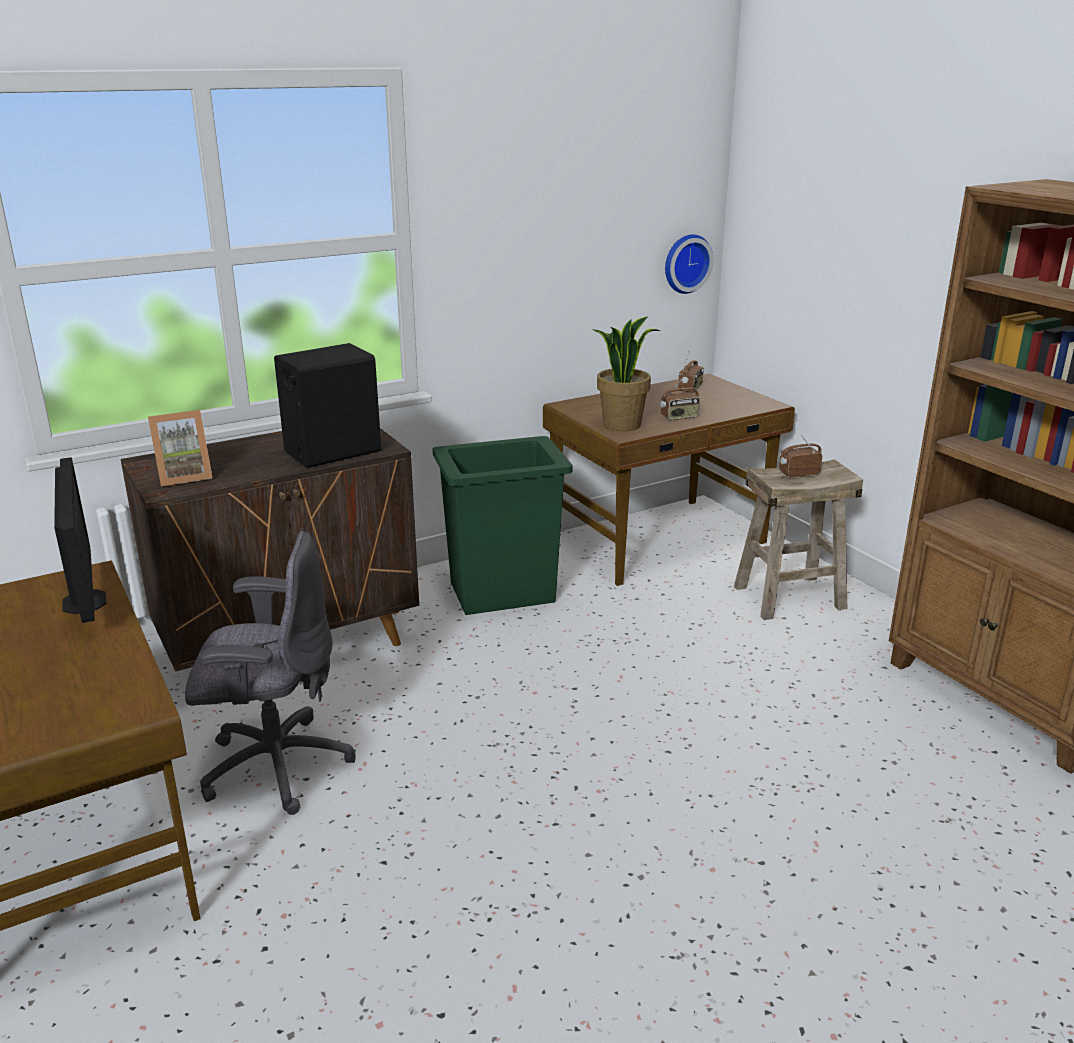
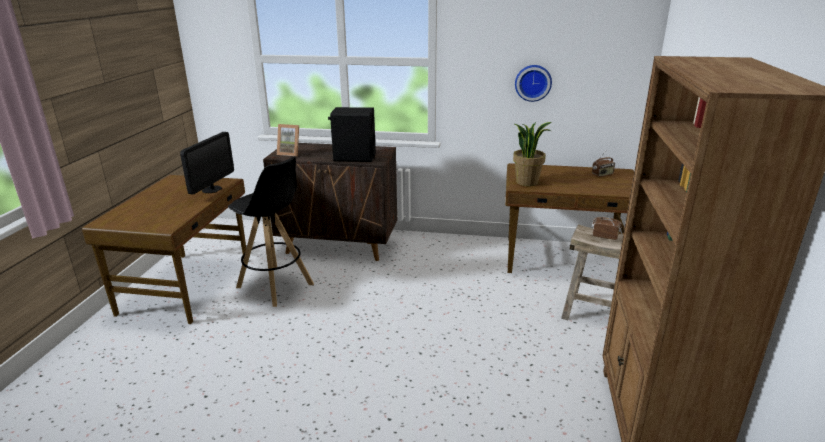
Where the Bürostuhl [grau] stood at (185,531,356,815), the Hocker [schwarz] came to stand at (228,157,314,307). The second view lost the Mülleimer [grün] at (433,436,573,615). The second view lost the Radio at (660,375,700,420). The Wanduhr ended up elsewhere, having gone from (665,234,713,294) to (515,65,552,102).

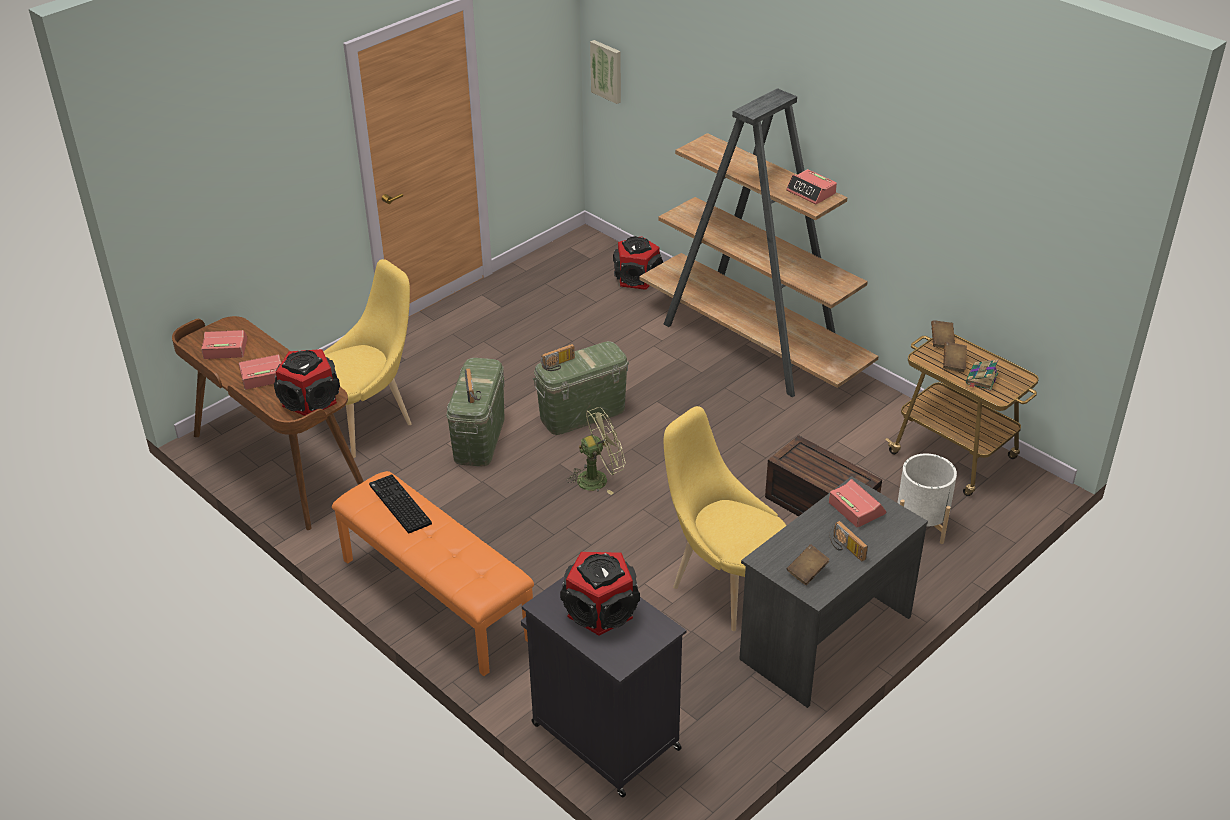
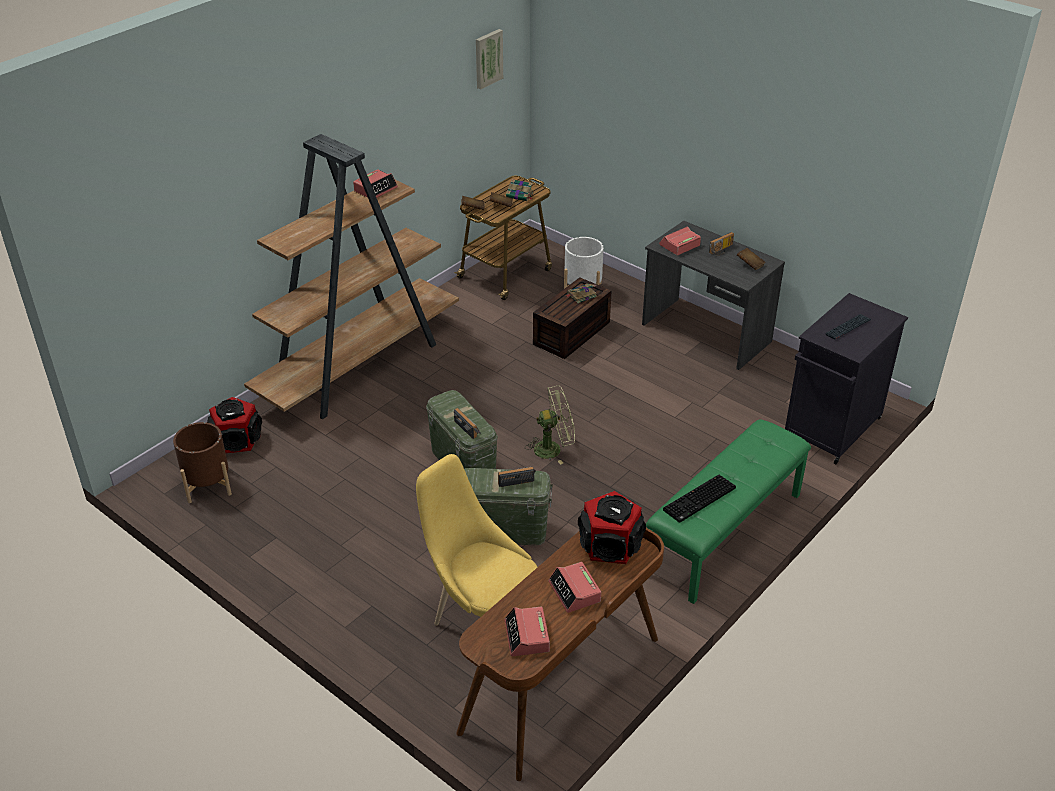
What was the Bank [orange] at (332,471,534,676) turned into the Bank [grün] at (646,419,811,604). Where the Lautsprecher stood at (560,552,640,636), the Tastatur came to stand at (825,314,871,339). The Ventilator [grün] at (566,407,626,495) ended up facing another way, 105 degrees clockwise from before. The Bild ended up elsewhere, having gone from (590,40,621,104) to (476,29,503,89). The second view lost the Stuhl [gelb] at (664,406,786,631). The second view gained the Pflanzkübel [braun] at (173,422,232,503). The second view gained the Buch at (566,284,597,304).

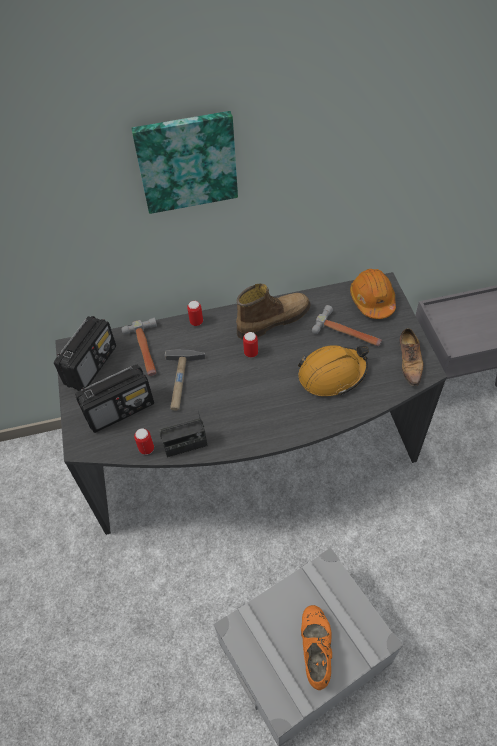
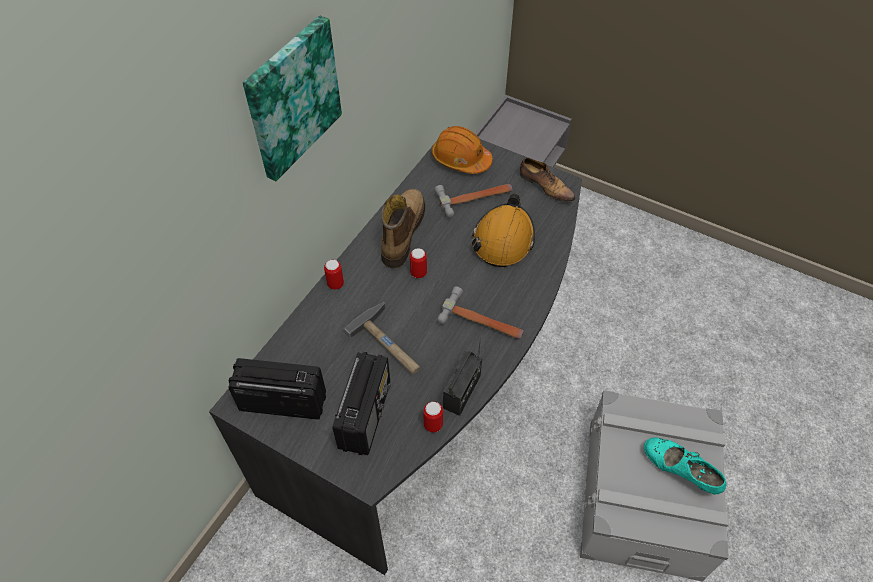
The Radio at (54,316,116,391) ended up facing another way, 60 degrees counterclockwise from before. The Hammer ended up elsewhere, having gone from (122,318,157,376) to (437,286,524,339). What was the Schuh [orange] at (301,605,332,690) turned into the Schuh [türkis] at (644,438,726,494).

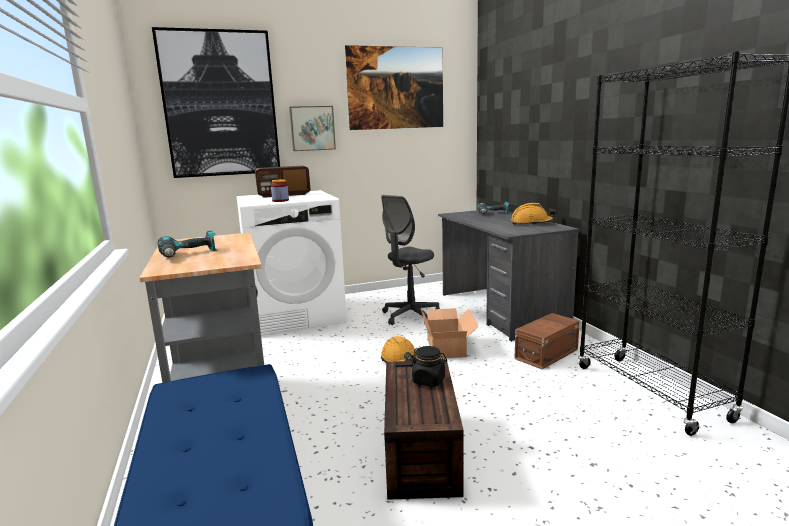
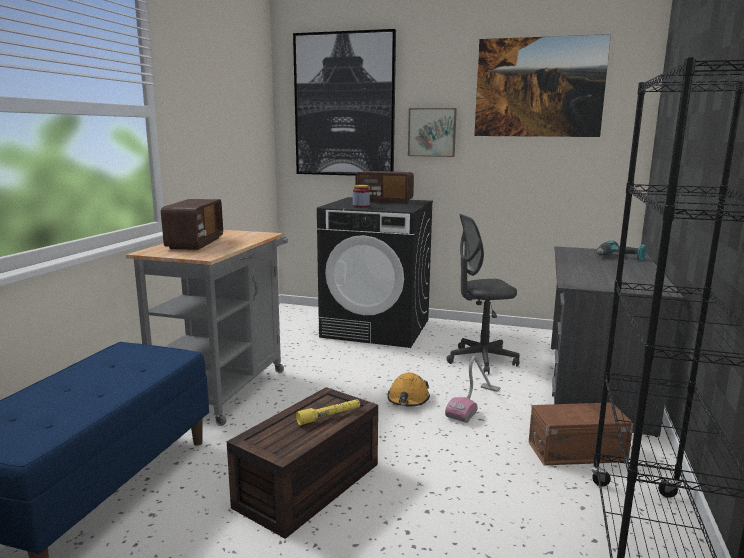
Where the Bohrmaschine stood at (158,231,218,258), the Radio came to stand at (161,199,223,250). What was the Waschmaschine [weiß] at (236,190,347,336) turned into the Waschmaschine [schwarz] at (317,197,433,348). Where the Vorratsglas [schwarz] stood at (411,346,447,387), the Taschenlampe [gelb] came to stand at (296,399,360,425). Where the Karton stood at (421,308,479,358), the Staubsauger came to stand at (445,356,500,423). The second view lost the Schutzhelm [orange] at (511,203,556,225).

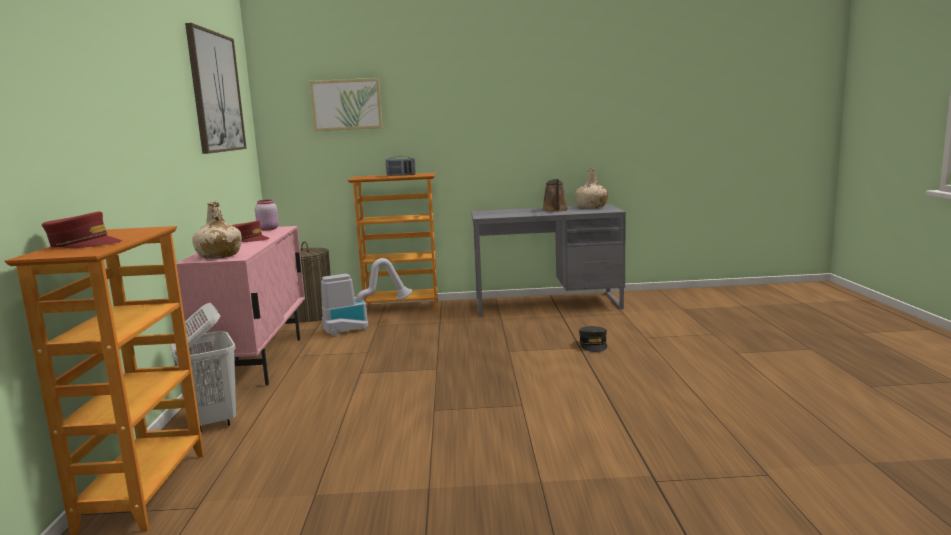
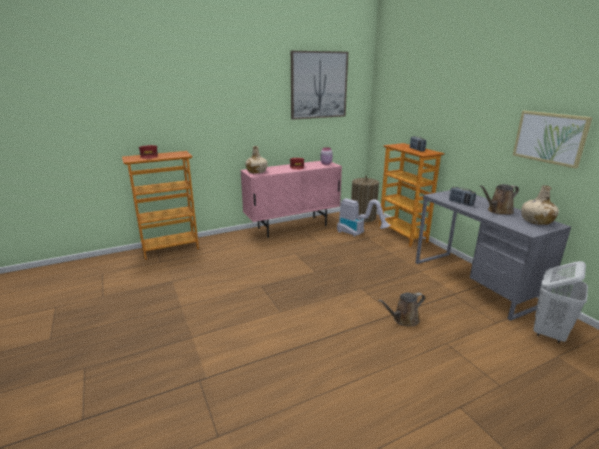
The Wäschekorb [weiß] ended up elsewhere, having gone from (170,303,236,432) to (533,261,588,343). The Bild ended up elsewhere, having gone from (309,78,383,131) to (513,111,593,169). Where the Kappe [grau] stood at (579,326,607,352), the Gießkanne [braun] came to stand at (378,292,425,326). The second view gained the Radio at (449,187,476,206).

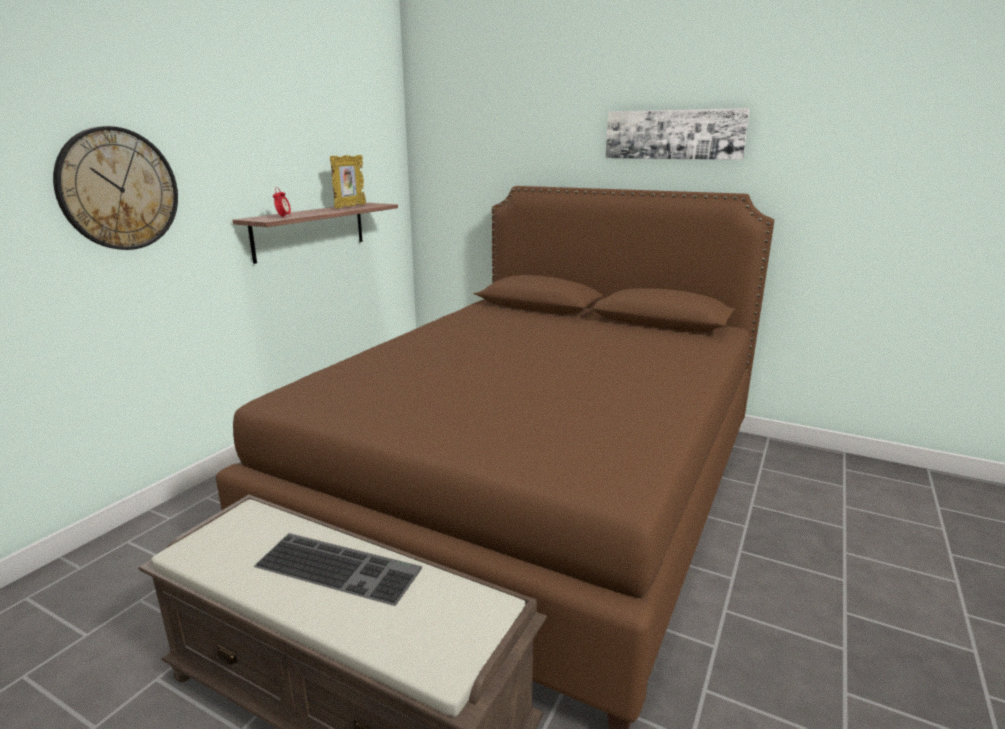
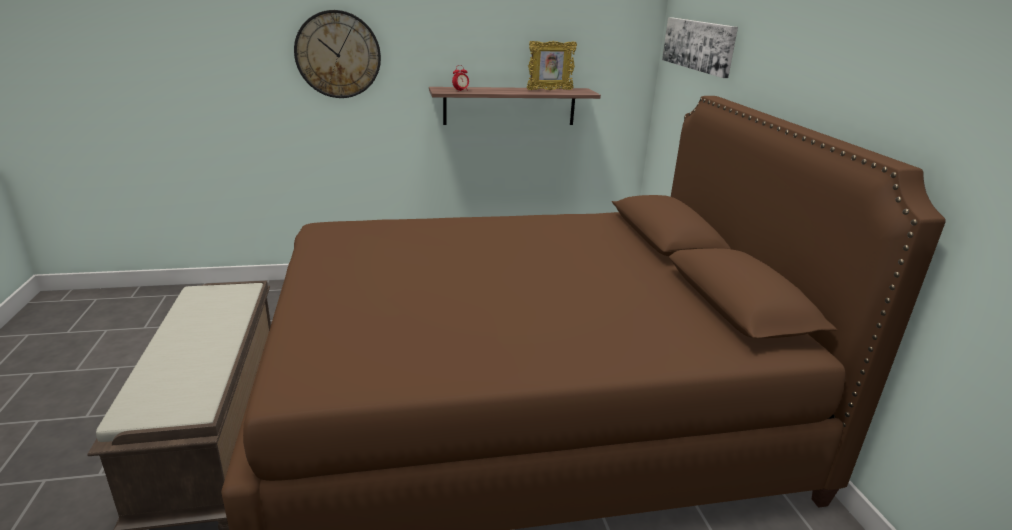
The second view lost the Tastatur at (253,533,422,606). The Bild ended up elsewhere, having gone from (606,108,750,160) to (662,17,738,78).

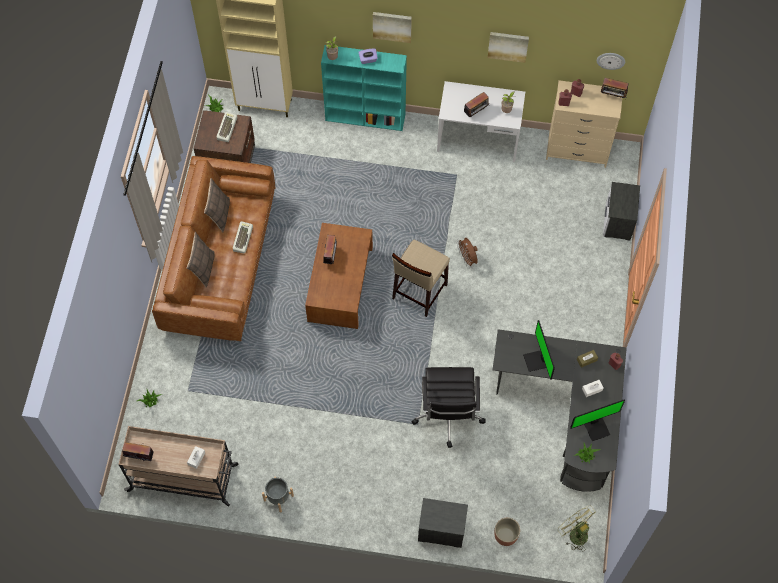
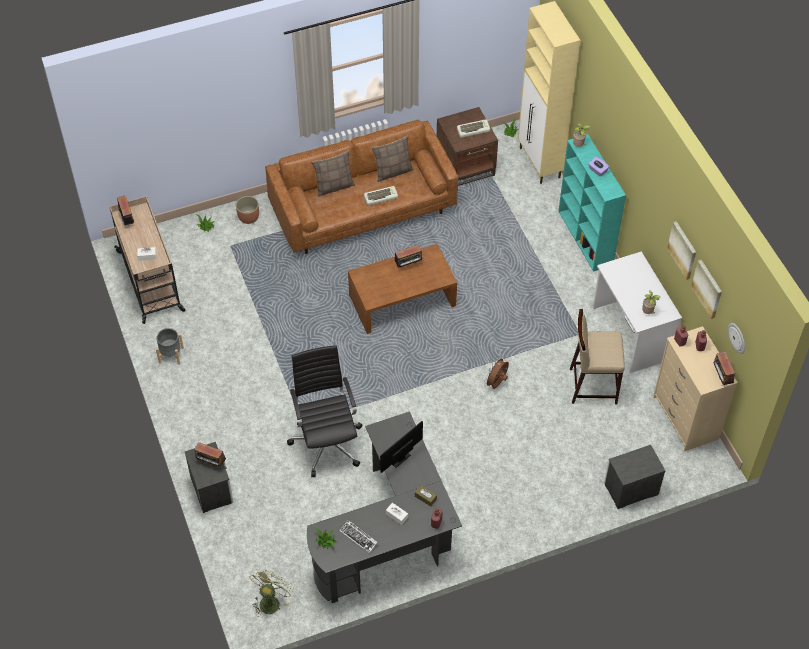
The Bild ended up elsewhere, having gone from (373,12,412,43) to (691,260,722,319). The Hocker [beige] ended up elsewhere, having gone from (392,239,450,317) to (570,309,625,404). The Bürostuhl [schwarz] at (412,367,486,448) ended up facing another way, 105 degrees clockwise from before. The Radio ended up elsewhere, having gone from (464,92,490,117) to (194,442,226,469). The Pflanzkübel ended up elsewhere, having gone from (494,518,520,546) to (236,196,259,224). Where the Monitor stood at (570,399,625,441), the Tastatur came to stand at (340,520,378,553).

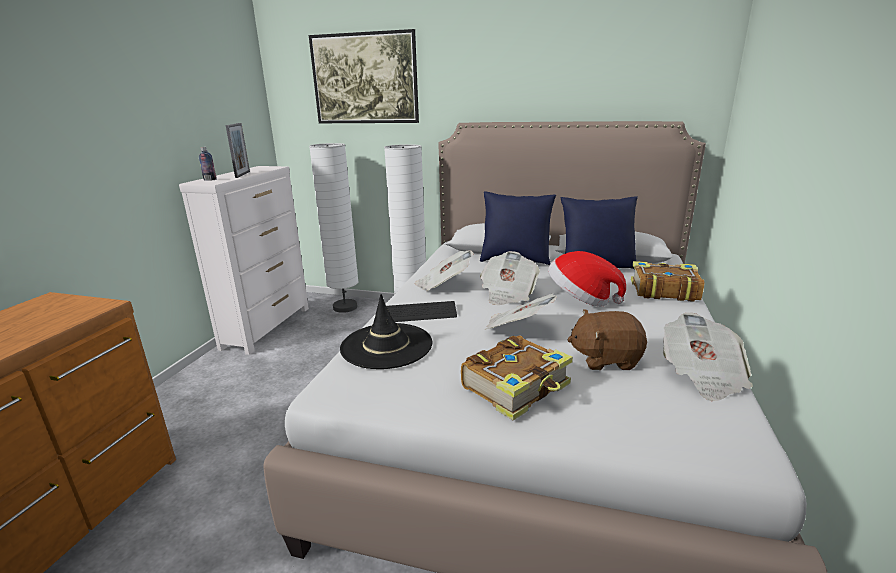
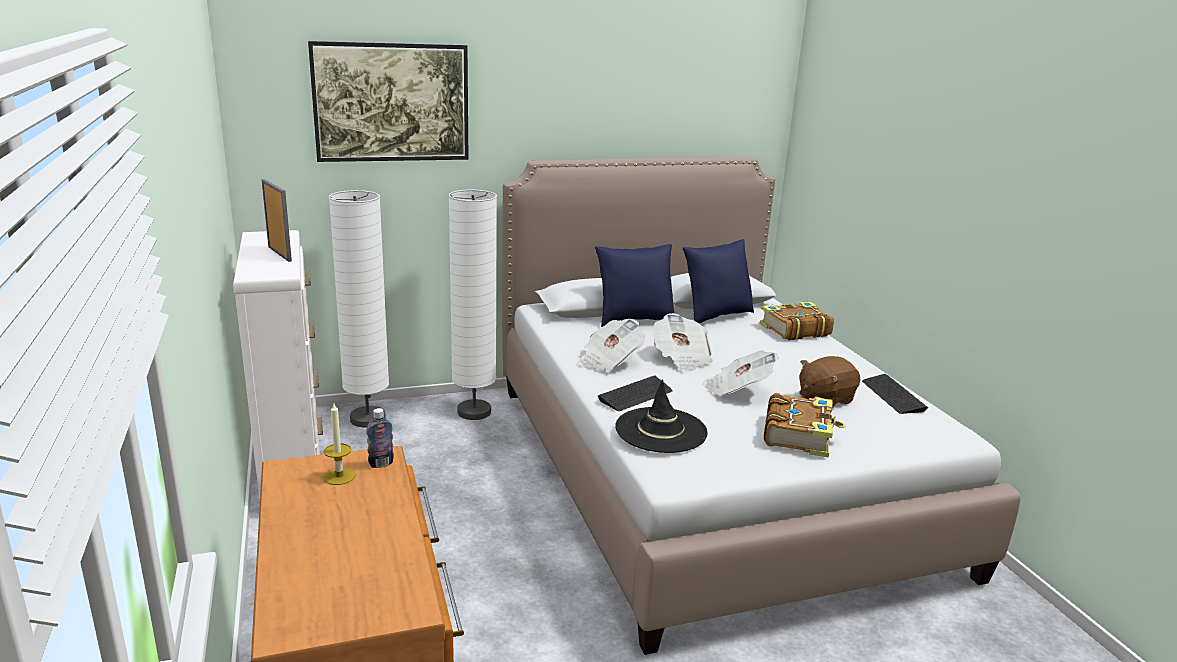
The Flasche ended up elsewhere, having gone from (199,147,216,181) to (366,408,394,468). The second view lost the Hut at (548,251,626,307). Where the Zeitung stood at (663,312,753,401), the Tastatur came to stand at (862,374,928,414). The second view gained the Kerze at (323,403,356,485).

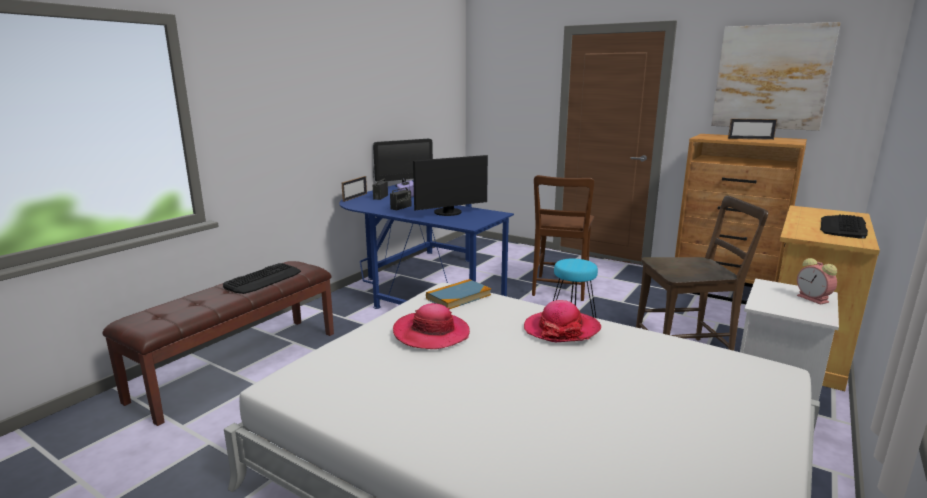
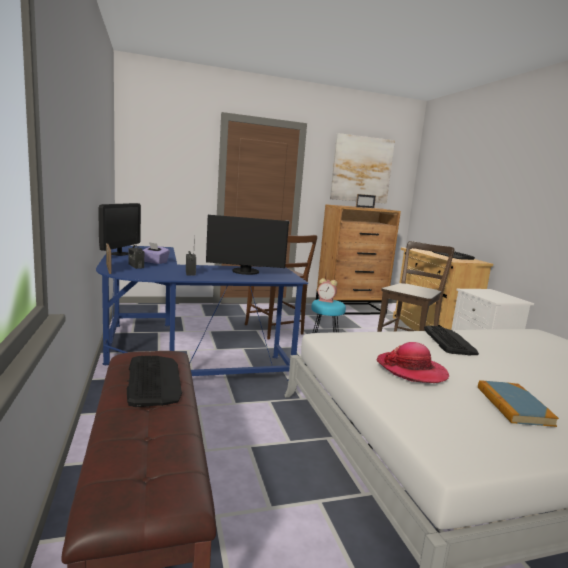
The Monitor at (413,155,488,216) ended up facing another way, 75 degrees clockwise from before. The Buch ended up elsewhere, having gone from (426,279,491,309) to (478,380,559,427). Where the Hut stood at (524,300,601,342), the Tastatur came to stand at (424,326,479,355). The Wecker ended up elsewhere, having gone from (797,258,837,305) to (318,278,337,303).

